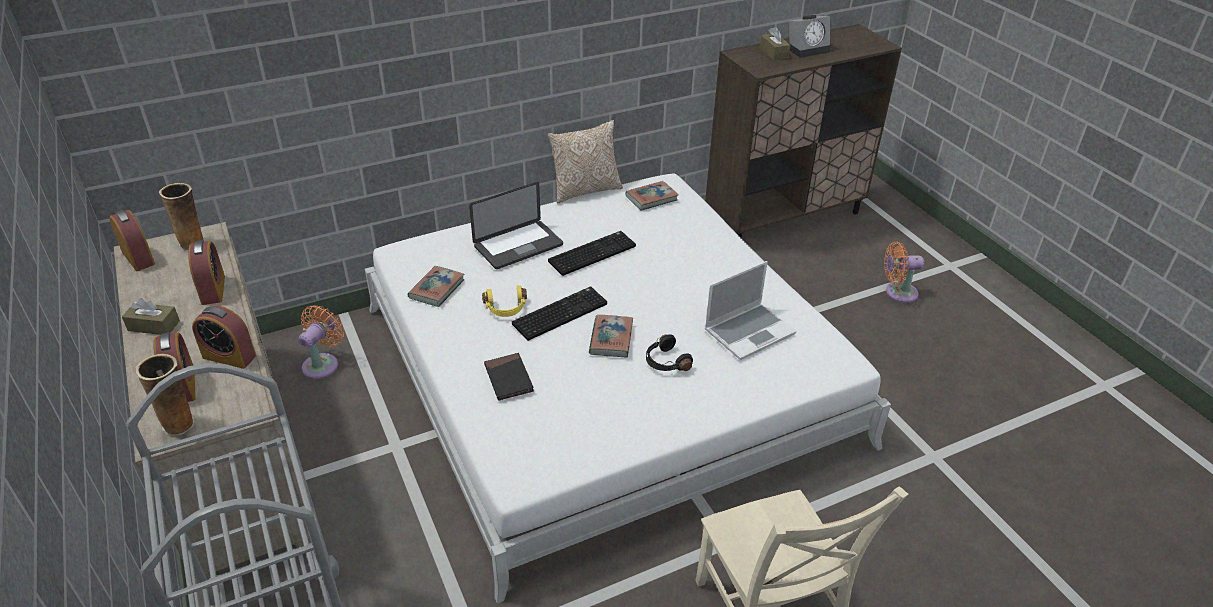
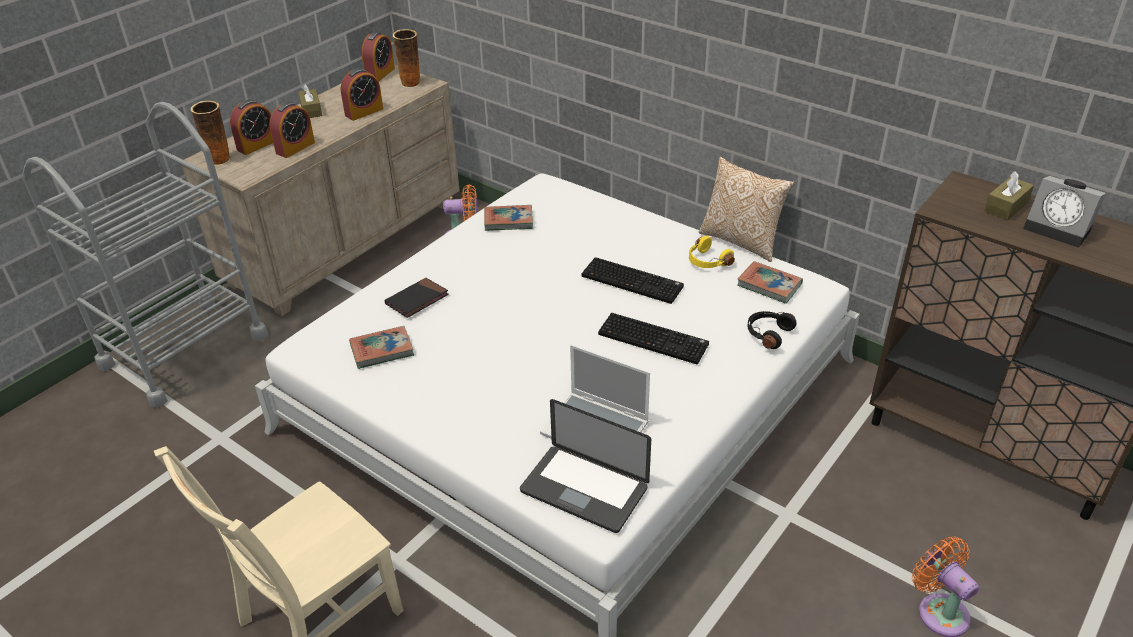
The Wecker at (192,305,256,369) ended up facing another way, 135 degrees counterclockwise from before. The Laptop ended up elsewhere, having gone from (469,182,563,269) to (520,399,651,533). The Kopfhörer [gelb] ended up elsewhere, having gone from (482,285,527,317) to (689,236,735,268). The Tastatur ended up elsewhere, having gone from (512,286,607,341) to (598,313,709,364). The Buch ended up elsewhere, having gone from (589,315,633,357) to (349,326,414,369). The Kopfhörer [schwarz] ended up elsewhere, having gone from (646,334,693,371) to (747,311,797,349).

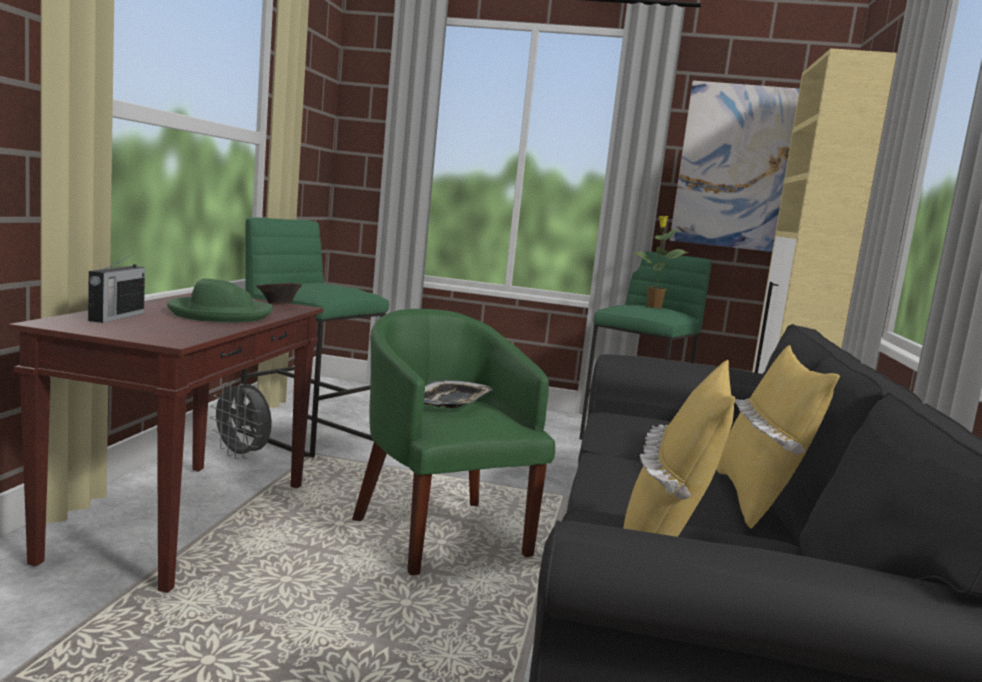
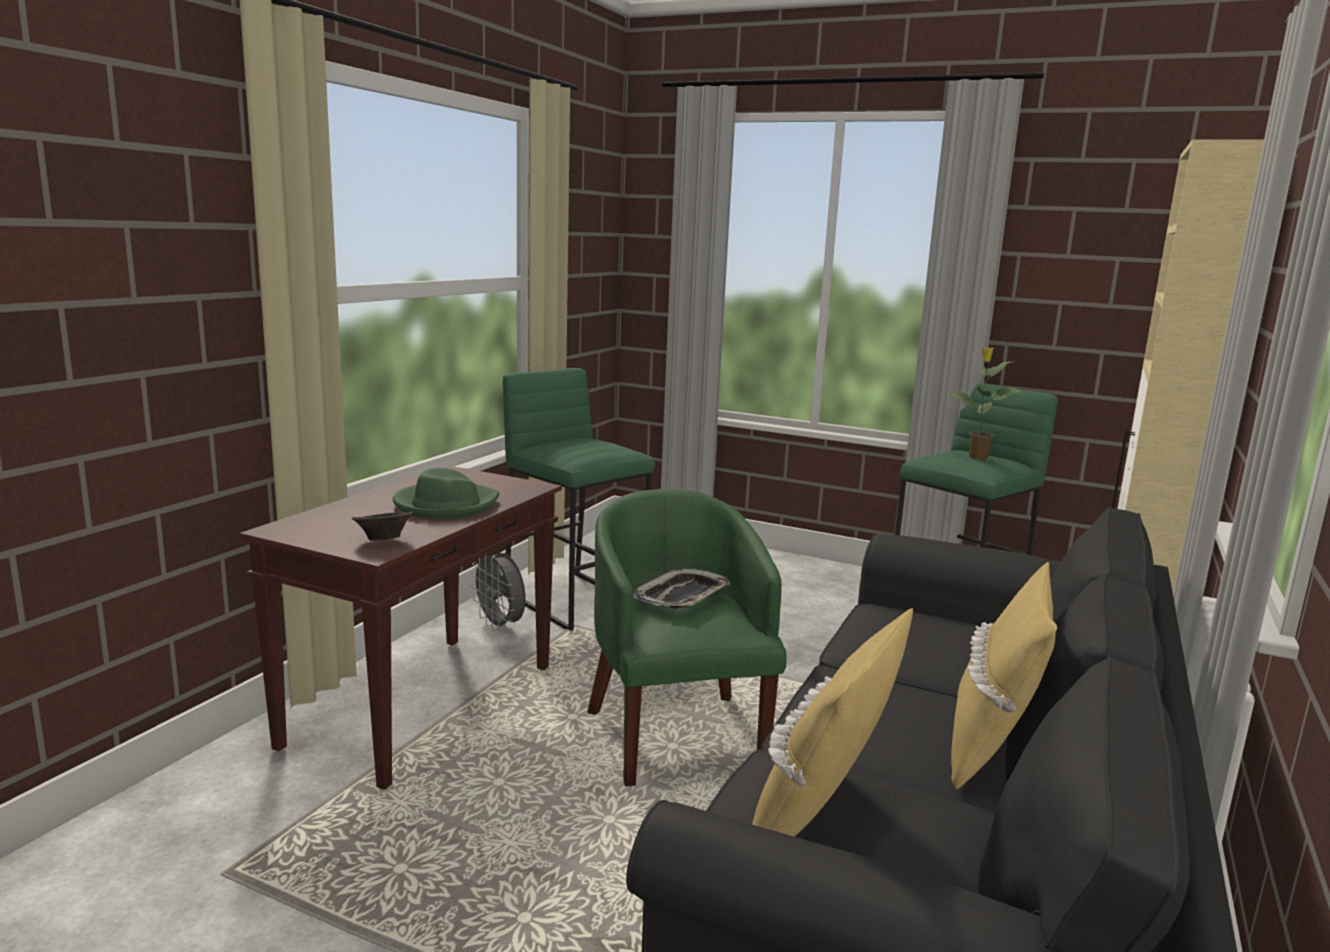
The second view lost the Radio at (88,254,145,323). The Schüssel [braun] ended up elsewhere, having gone from (256,283,302,304) to (352,511,413,541). The second view lost the Bild at (670,81,799,252).

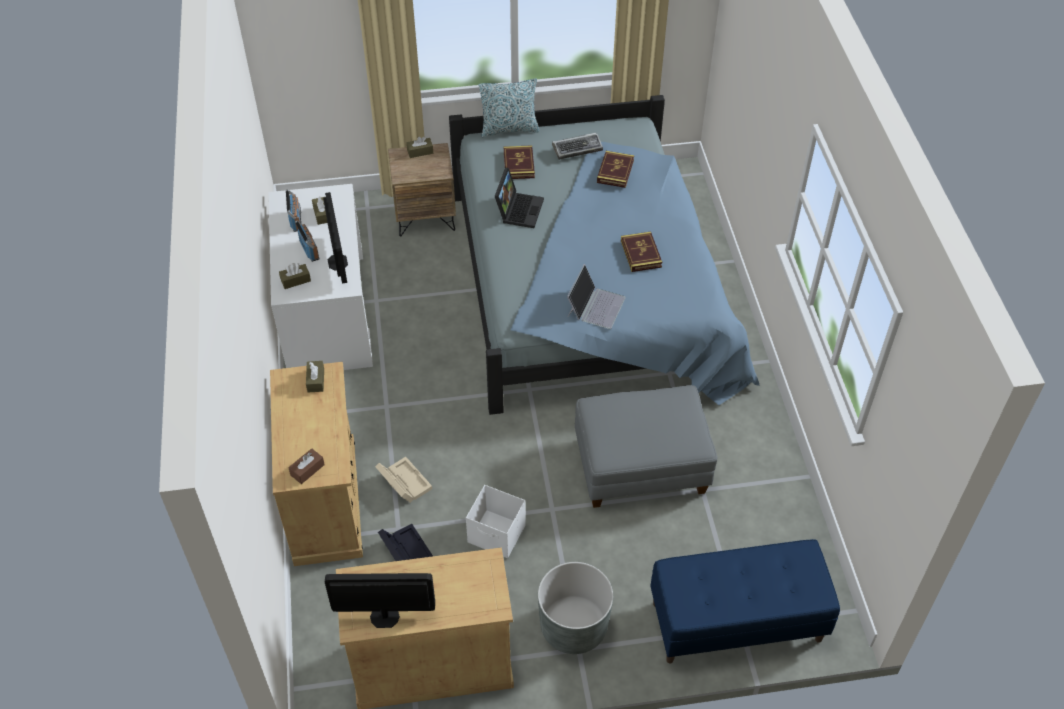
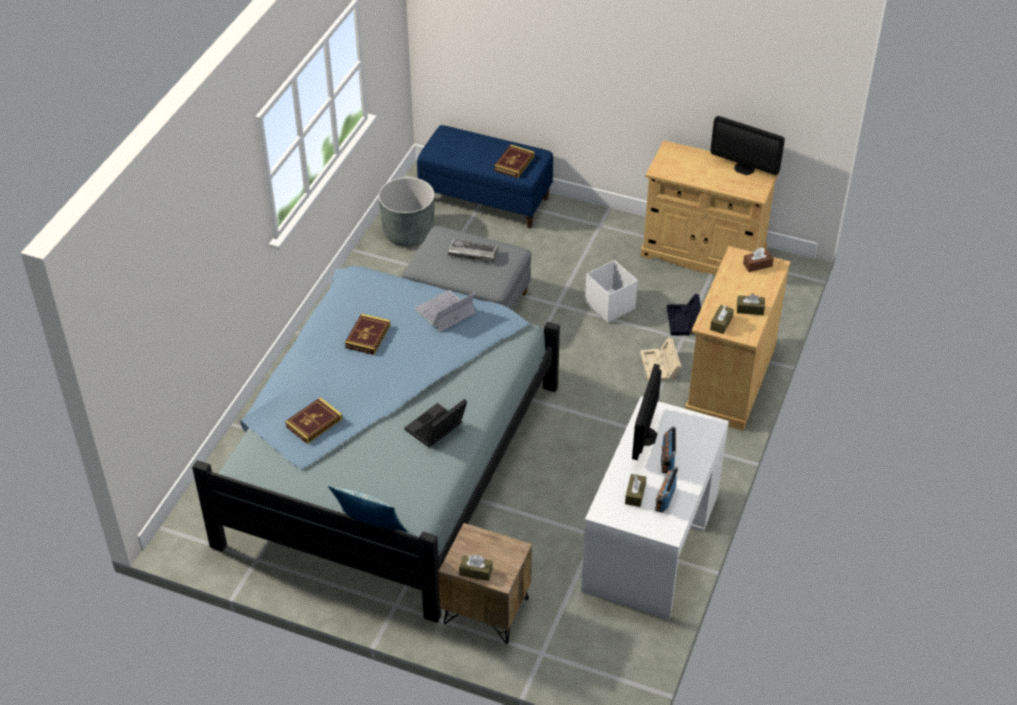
The Taschentuchbox [braun] ended up elsewhere, having gone from (279,263,311,289) to (737,293,765,315). The Buch ended up elsewhere, having gone from (504,145,535,179) to (494,145,535,178). The Pflanzkübel [grau] ended up elsewhere, having gone from (538,562,613,654) to (378,177,435,247). The Tastatur ended up elsewhere, having gone from (552,133,603,160) to (448,239,498,262).

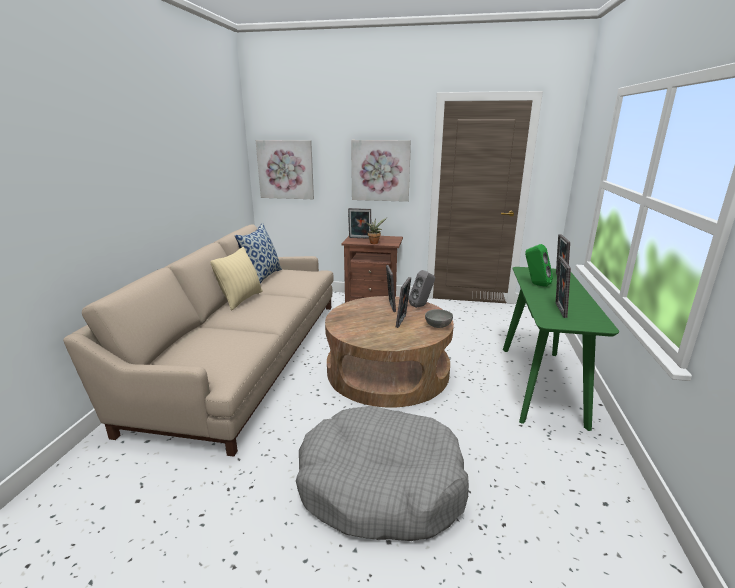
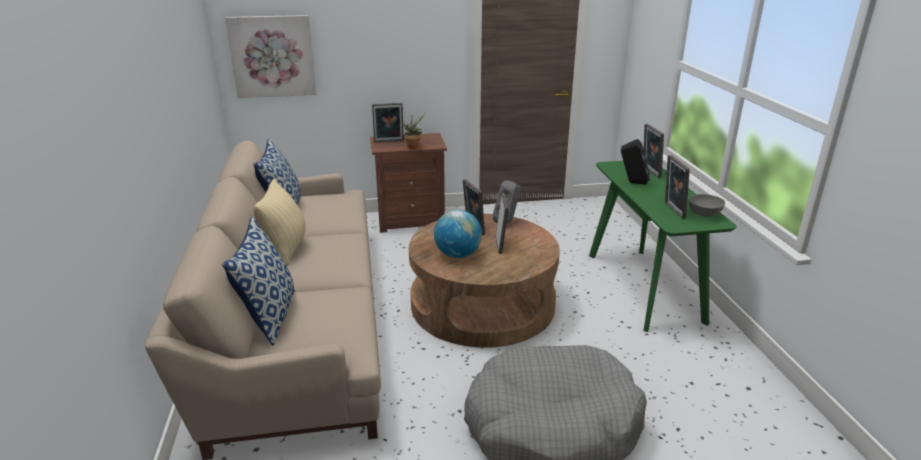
The second view lost the Bild at (351,140,411,202). The Schüssel [grau] ended up elsewhere, having gone from (425,309,453,328) to (689,194,725,217). What was the Lautsprecher [grün] at (525,244,553,287) turned into the Lautsprecher [schwarz] at (621,139,650,185). The second view gained the Kissen at (222,217,295,346). The second view gained the Globus at (434,210,482,258).

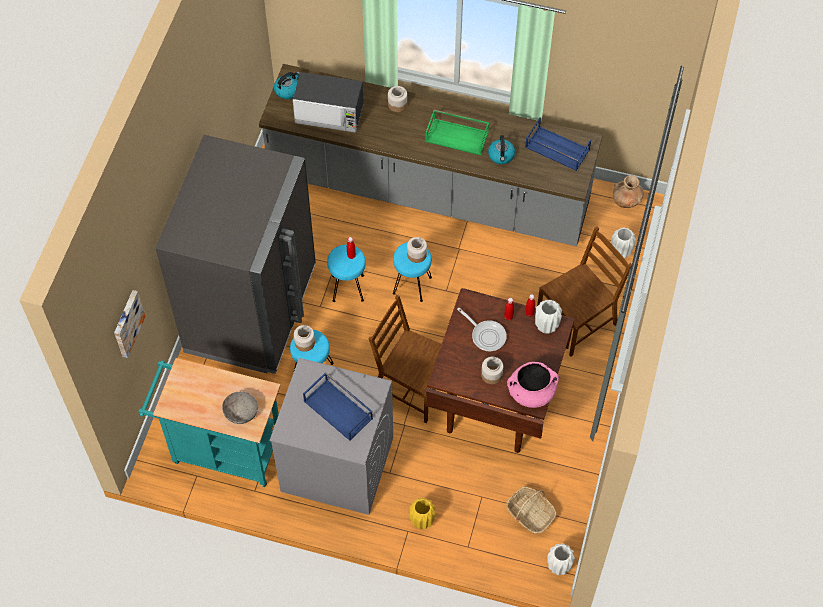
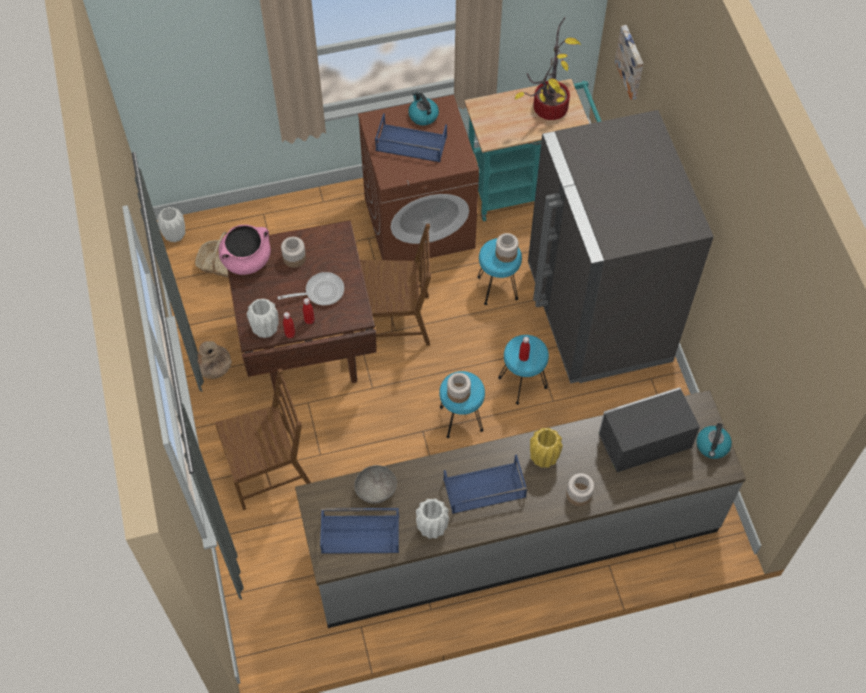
The Schüssel [grau] ended up elsewhere, having gone from (222,392,258,424) to (354,465,397,504). What was the Waschmaschine [grau] at (269,358,393,515) turned into the Waschmaschine [braun] at (358,95,479,261). The Vase [gelb] ended up elsewhere, having gone from (409,498,436,529) to (530,428,563,468). What was the Tablett [grün] at (425,110,489,155) turned into the Tablett [blau] at (443,455,527,514). The Pfanne at (457,307,507,351) ended up facing another way, 150 degrees clockwise from before. The Wasserkessel ended up elsewhere, having gone from (488,135,515,164) to (408,91,439,126). The Stuhl [braun] at (537,226,632,357) ended up facing another way, 135 degrees counterclockwise from before. The Vase [weiß] ended up elsewhere, having gone from (611,228,636,258) to (416,499,449,539). The Vase [braun] ended up elsewhere, having gone from (613,175,644,208) to (197,341,232,379). The second view gained the Topfpflanze at (514,17,581,120).

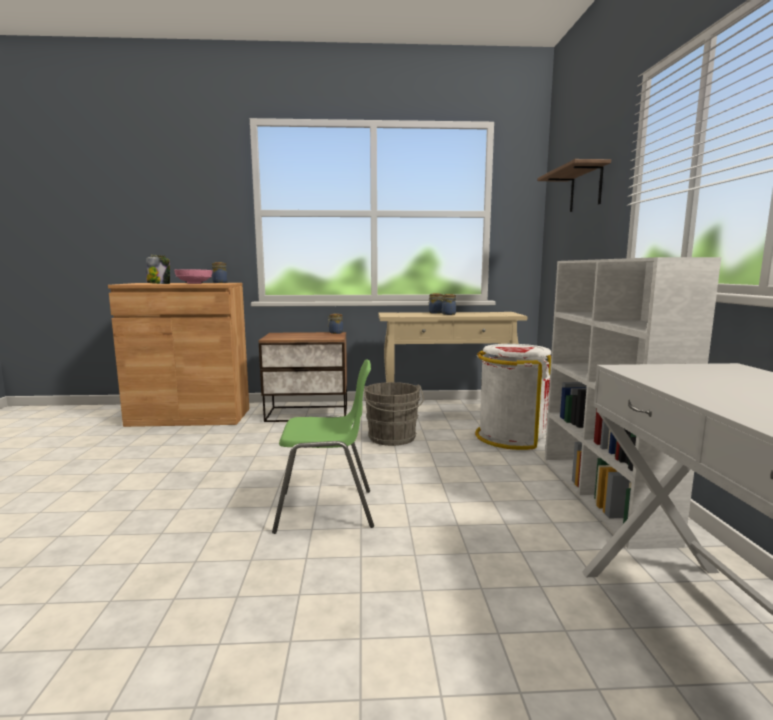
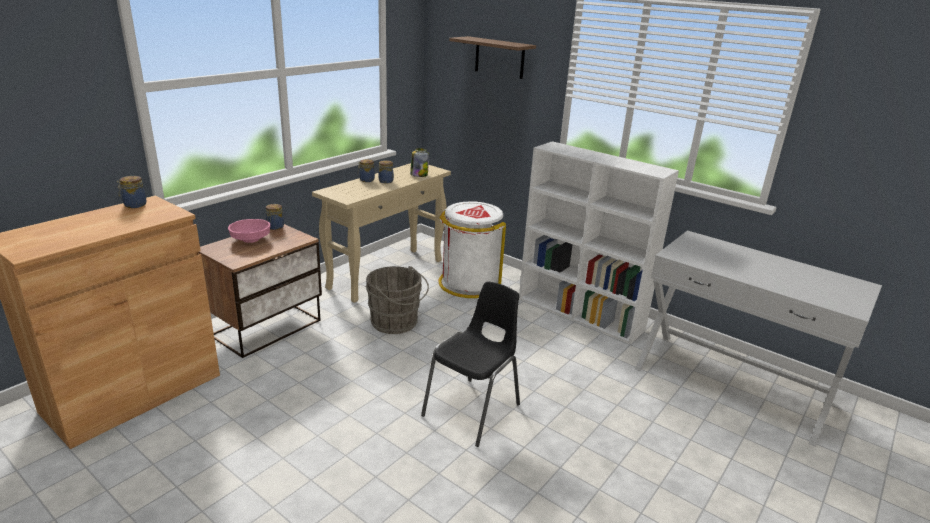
The Vorratsglas ended up elsewhere, having gone from (146,255,170,284) to (410,148,429,177). The Schüssel [rosa] ended up elsewhere, having gone from (174,269,212,284) to (228,219,271,243). What was the Stuhl [grün] at (272,359,374,534) turned into the Stuhl [schwarz] at (421,281,520,447).

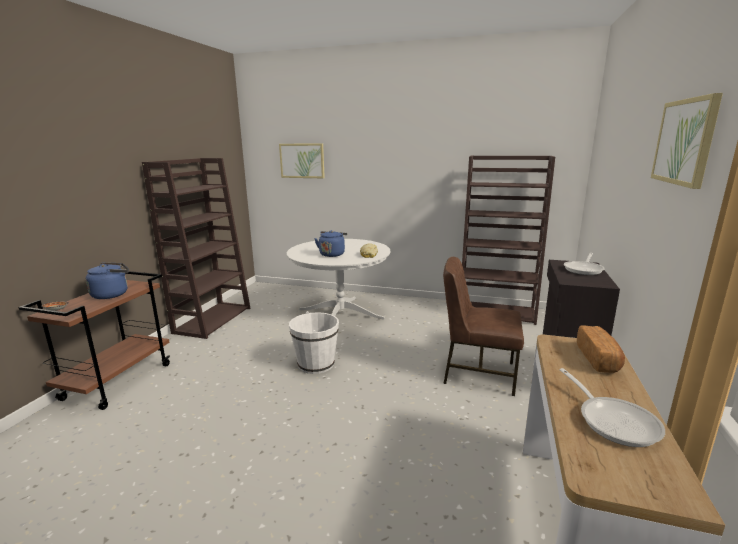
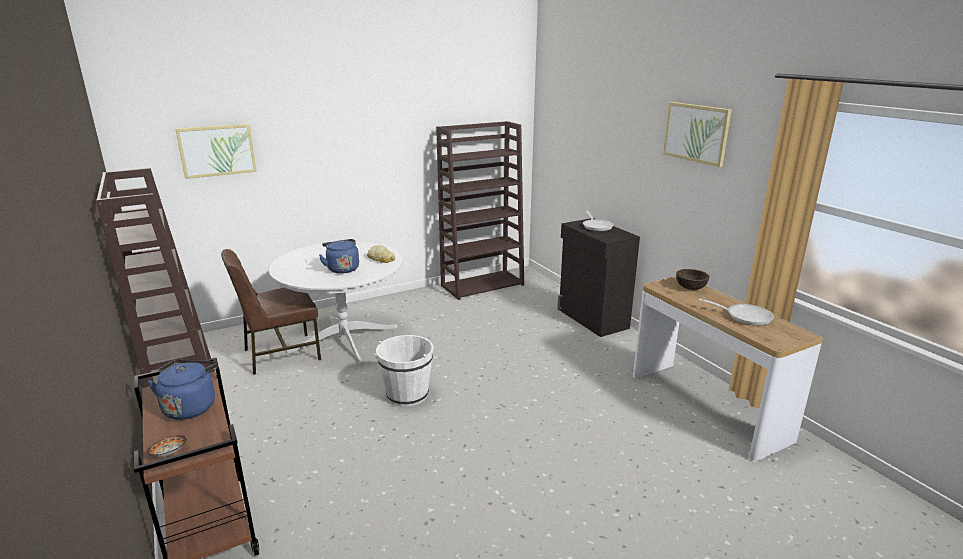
The Stuhl [braun] ended up elsewhere, having gone from (443,257,524,396) to (221,249,321,375). Where the Brot stood at (577,325,625,373), the Schüssel [braun] came to stand at (676,269,709,290).

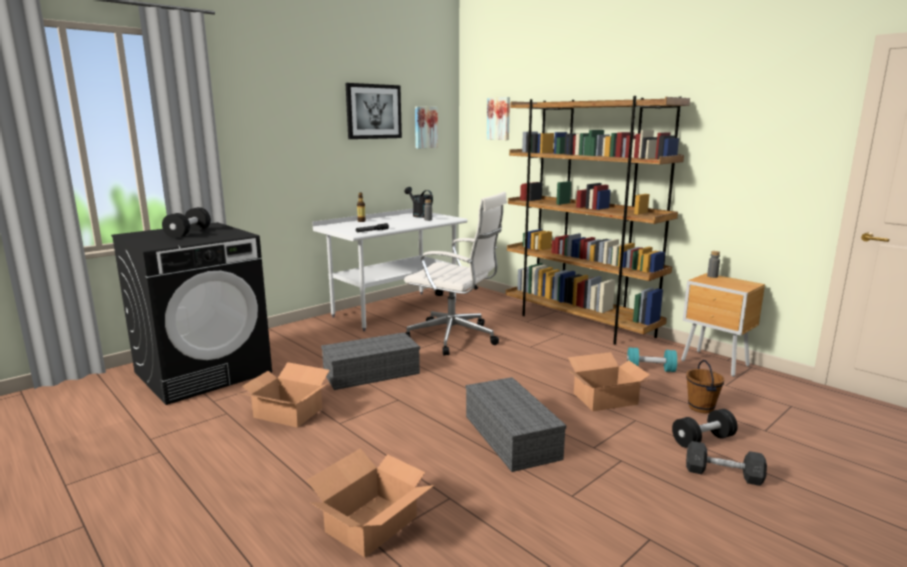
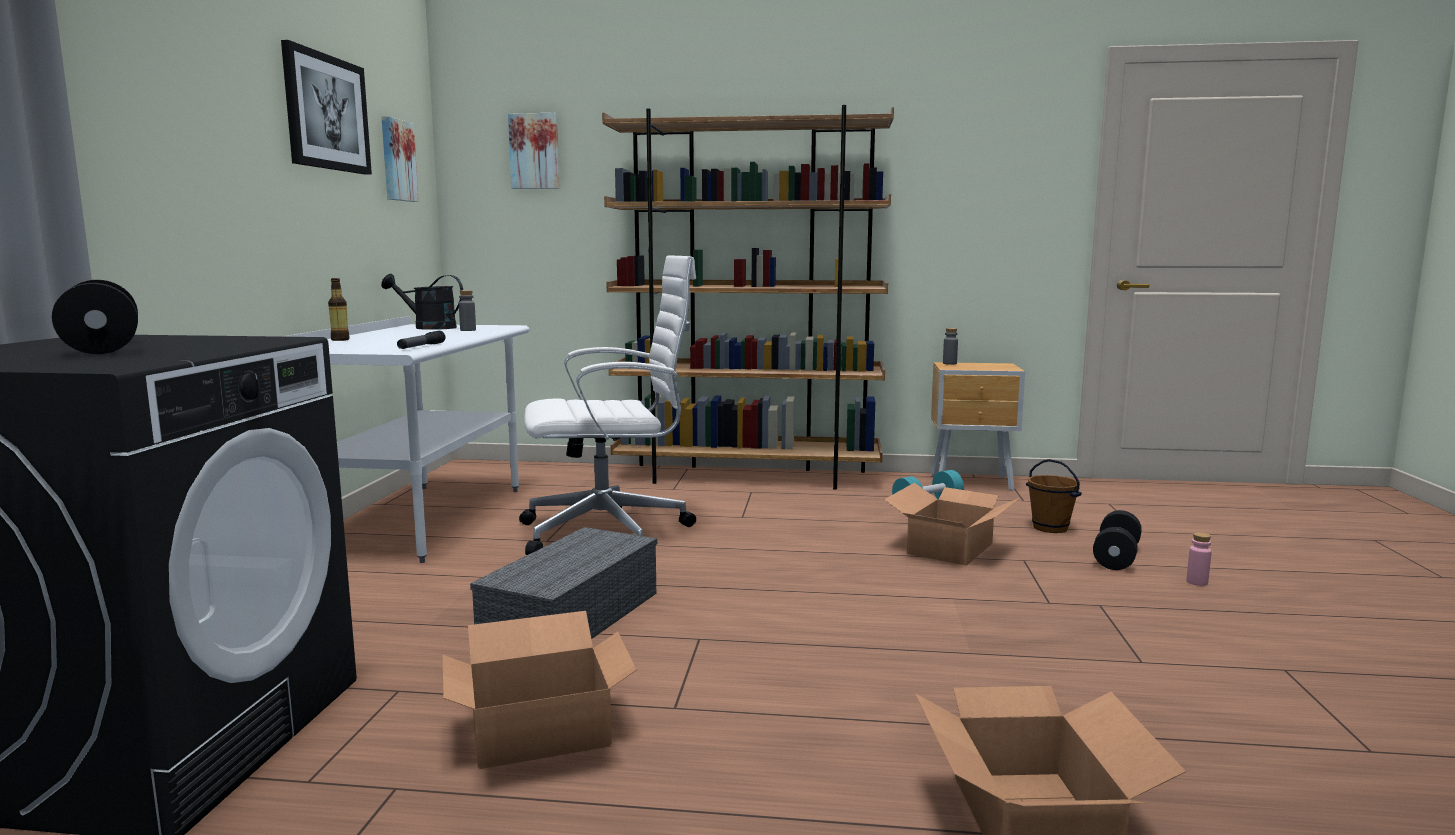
The second view lost the Aufbewahrungsbox [grau] at (465,377,566,472). Where the Hantel [grau] stood at (686,441,767,486), the Flasche [rosa] came to stand at (1186,532,1212,586).

